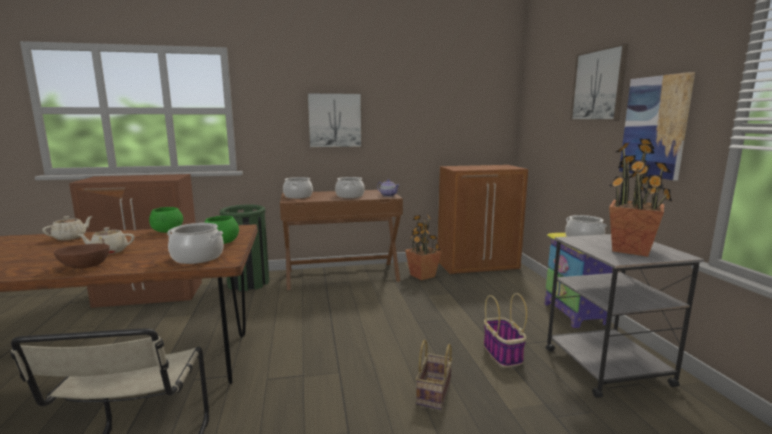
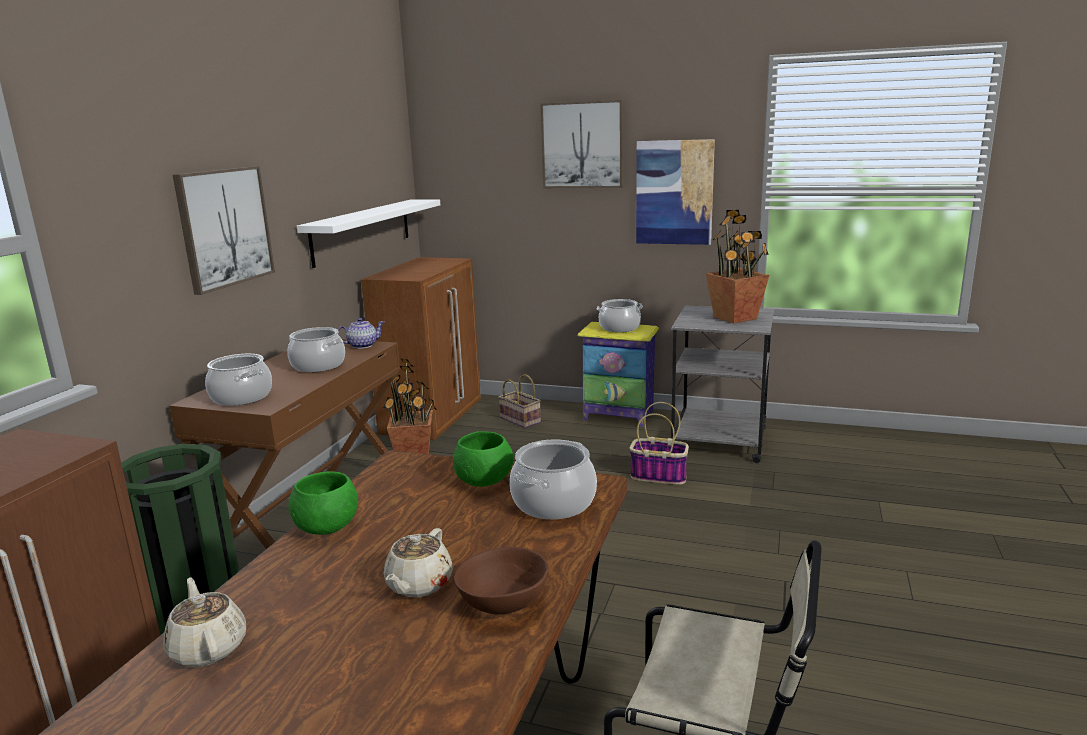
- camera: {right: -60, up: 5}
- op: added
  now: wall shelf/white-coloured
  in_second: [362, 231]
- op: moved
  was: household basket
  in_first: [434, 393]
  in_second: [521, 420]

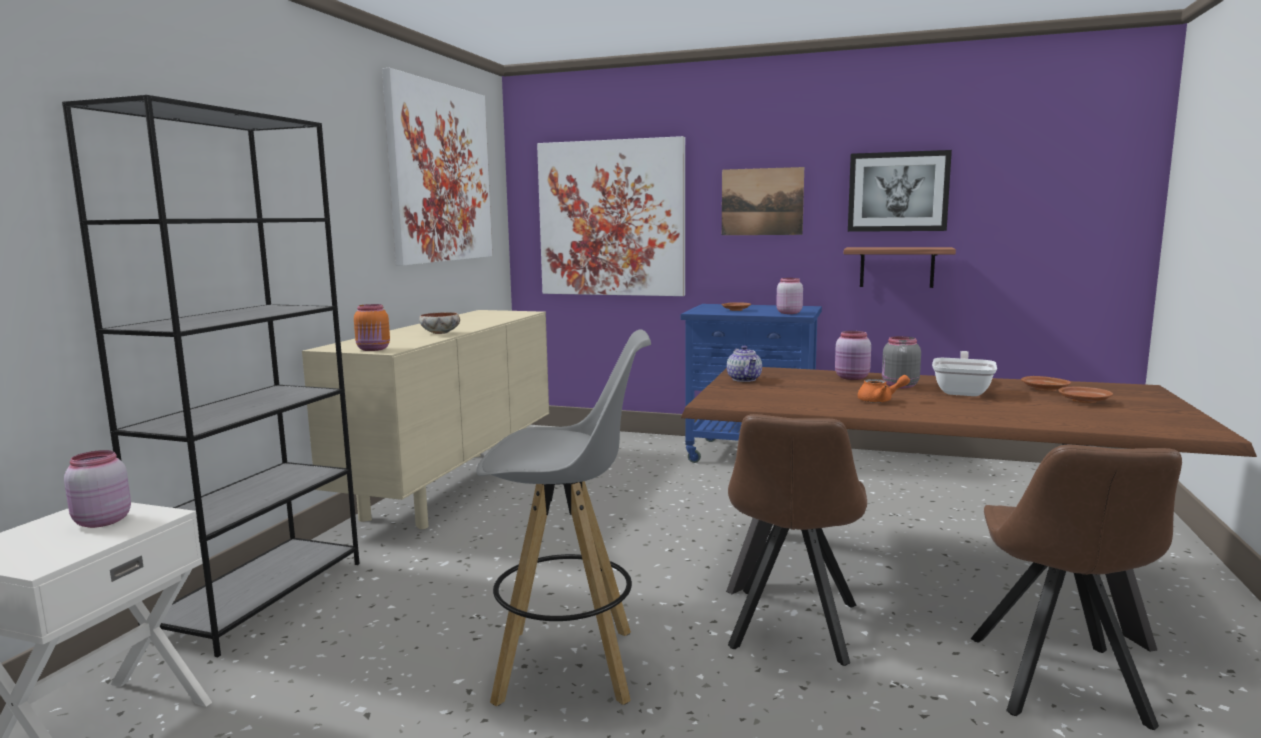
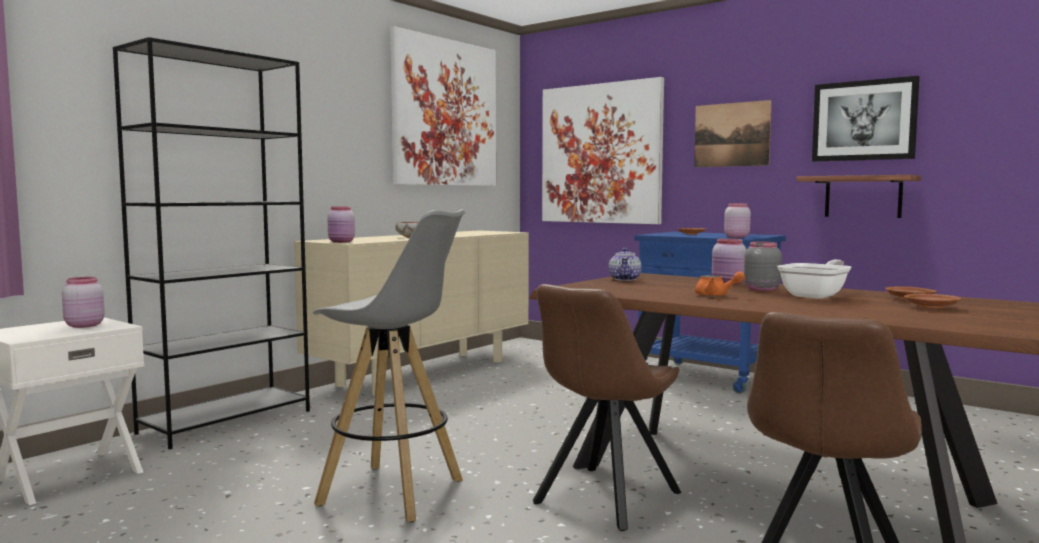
- camera: {right: 20, up: -5}
- op: recoloured
  was: preserve jar/orange-coloured
  now: preserve jar/pink-coloured
  in_first: [374, 349]
  in_second: [341, 242]

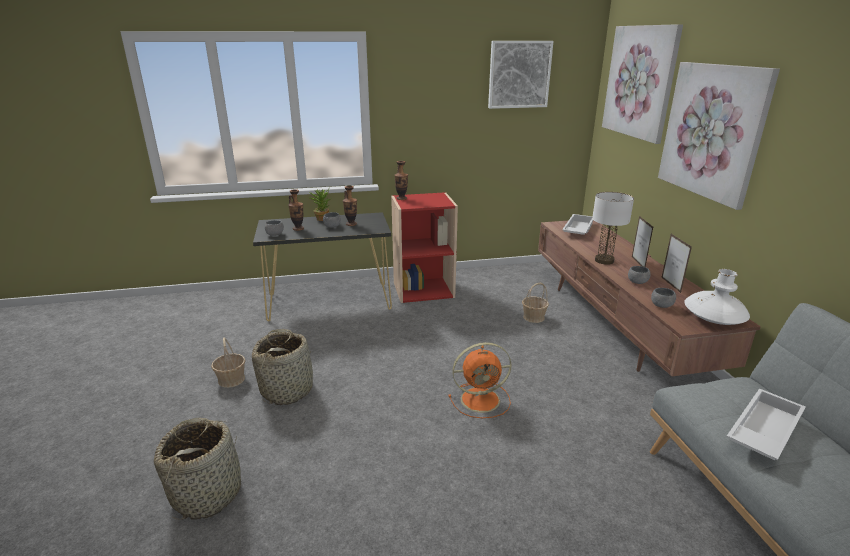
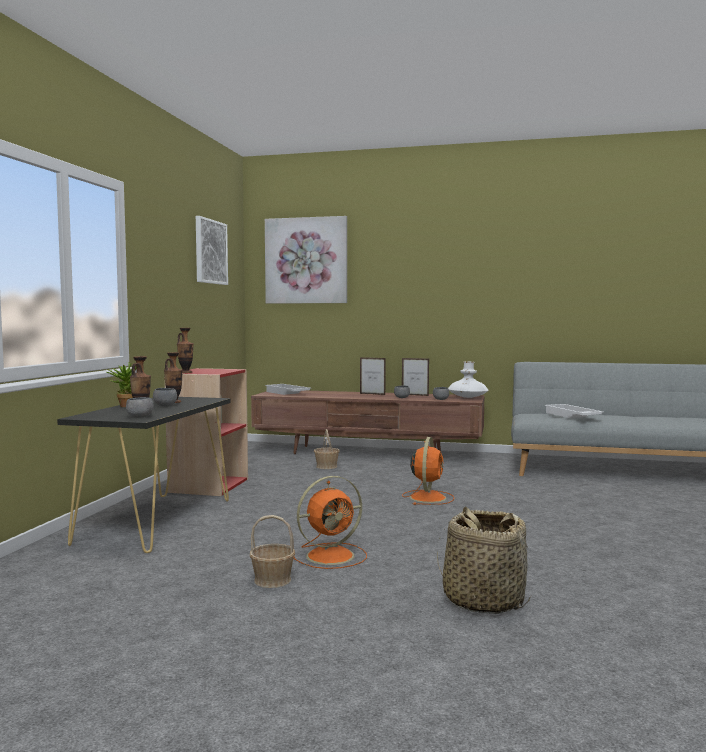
- camera: {right: -65, up: -20}
- op: removed
  was: lamp for a table
  in_first: [604, 260]
- op: removed
  was: wall art
  in_first: [712, 131]
- op: replaced
  was: household basket
  now: cooling fan/orange-coloured
  in_first: [287, 390]
  in_second: [332, 555]

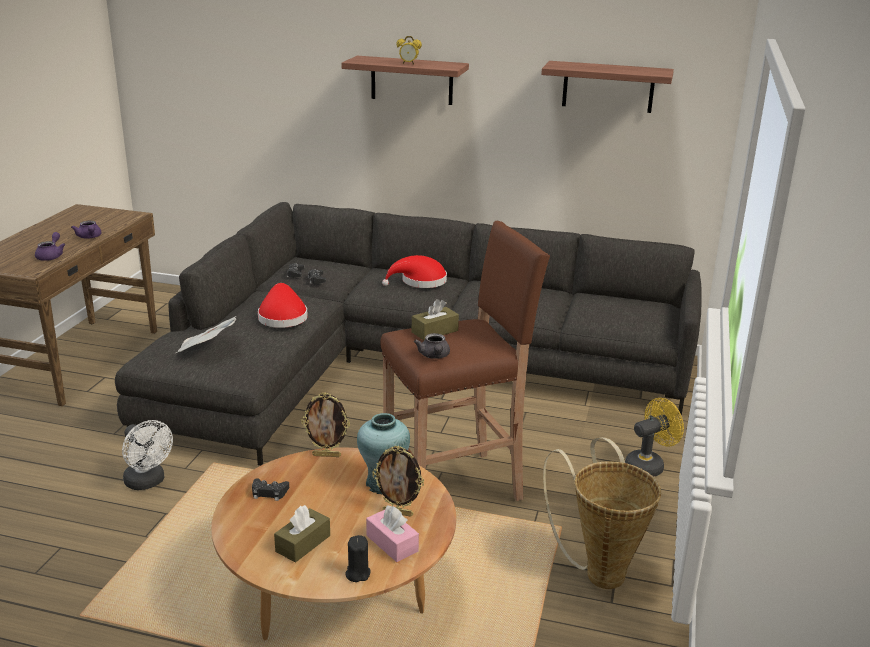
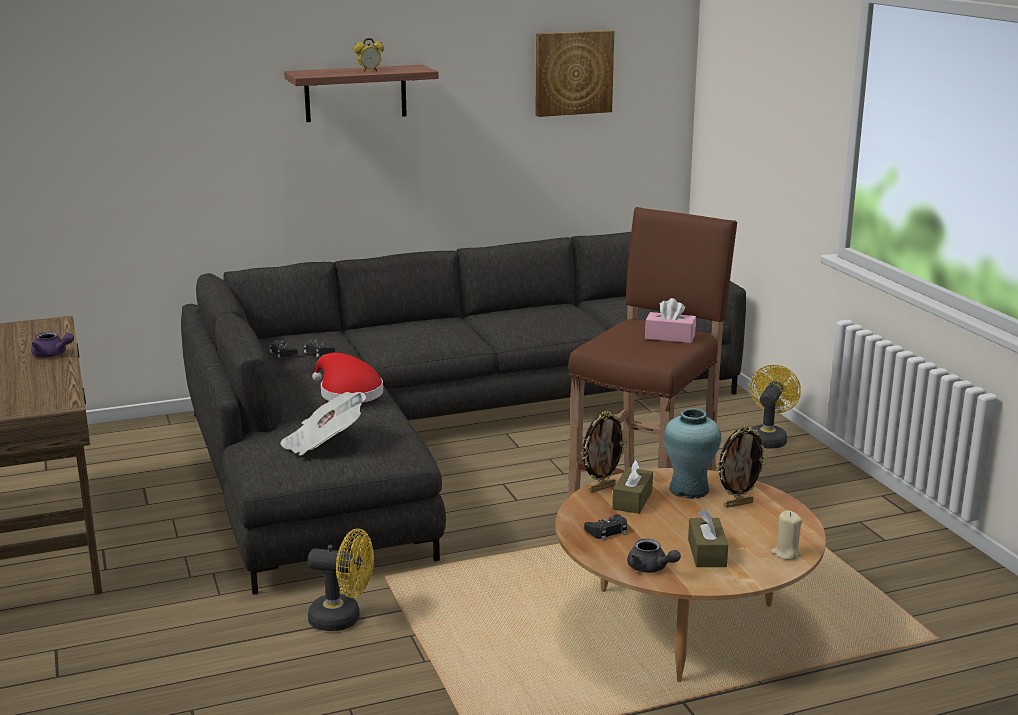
- camera: {right: -35, up: -5}
- op: removed
  was: tea pot/purplish
  in_first: [51, 256]
- op: removed
  was: hat/red-coloured
  in_first: [420, 281]
- op: removed
  was: household basket
  in_first: [600, 571]
- op: moved
  was: tissue holder/pink-coloured
  in_first: [392, 543]
  in_second: [670, 337]
- op: moved
  was: tissue holder/brown
  in_first: [434, 331]
  in_second: [632, 500]
- op: moved
  was: tea pot/grey
  in_first: [434, 356]
  in_second: [651, 568]
- op: replaced
  was: wall shelf
  now: wall art
  in_first: [608, 87]
  in_second: [573, 73]
- op: recoloured
  was: cooling fan/white-coloured
  now: cooling fan/yellow-coloured
  in_first: [148, 482]
  in_second: [343, 619]
- op: recoloured
  was: wax candle/blackish
  now: wax candle/sand-coloured
  in_first: [357, 573]
  in_second: [786, 553]

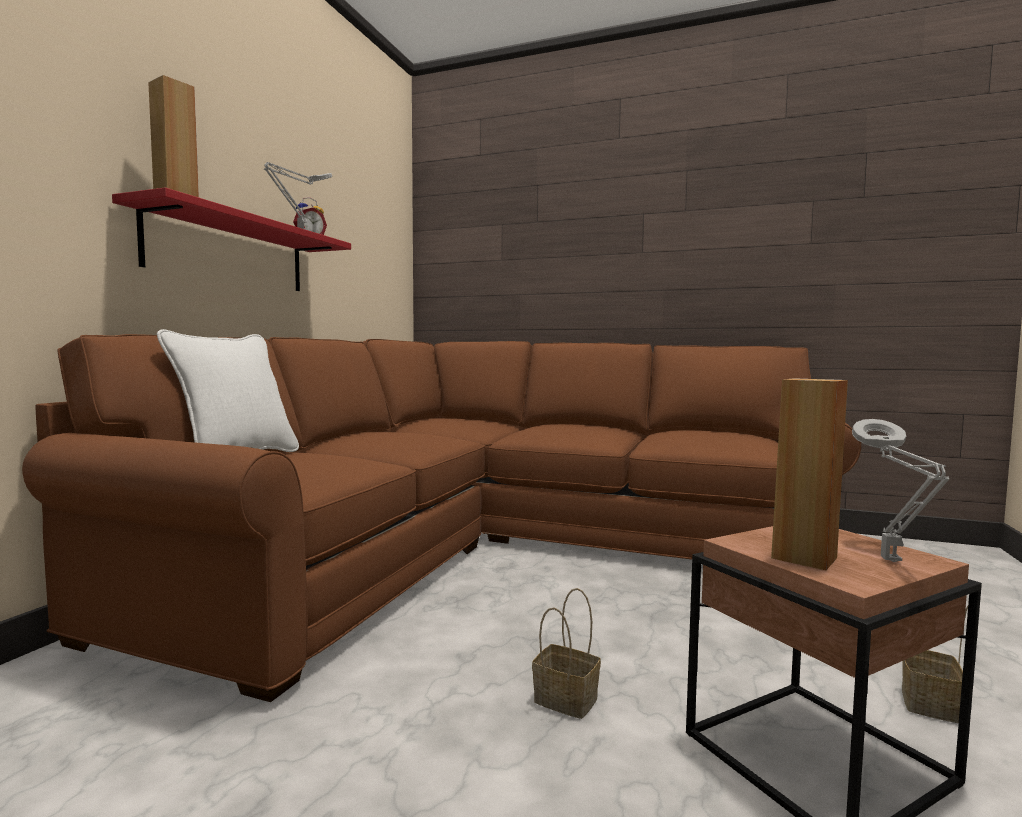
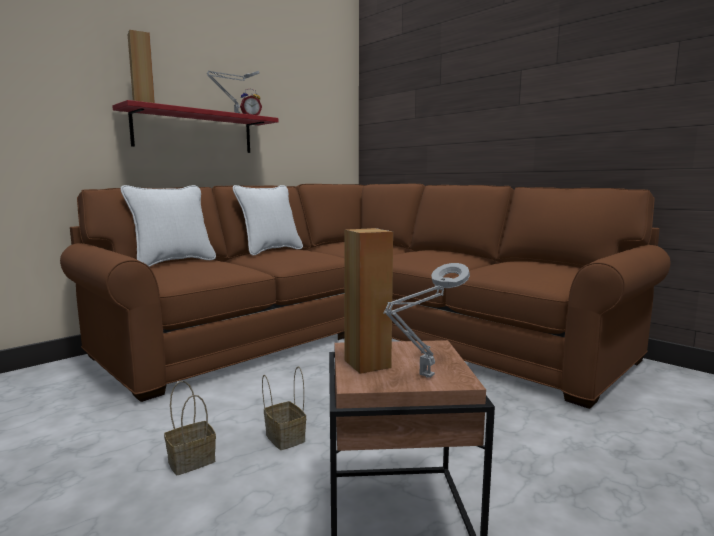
- camera: {right: 25, up: 5}
- op: added
  now: throw pillow/white-coloured
  in_second: [270, 251]
- op: moved
  was: household basket
  in_first: [927, 701]
  in_second: [193, 460]

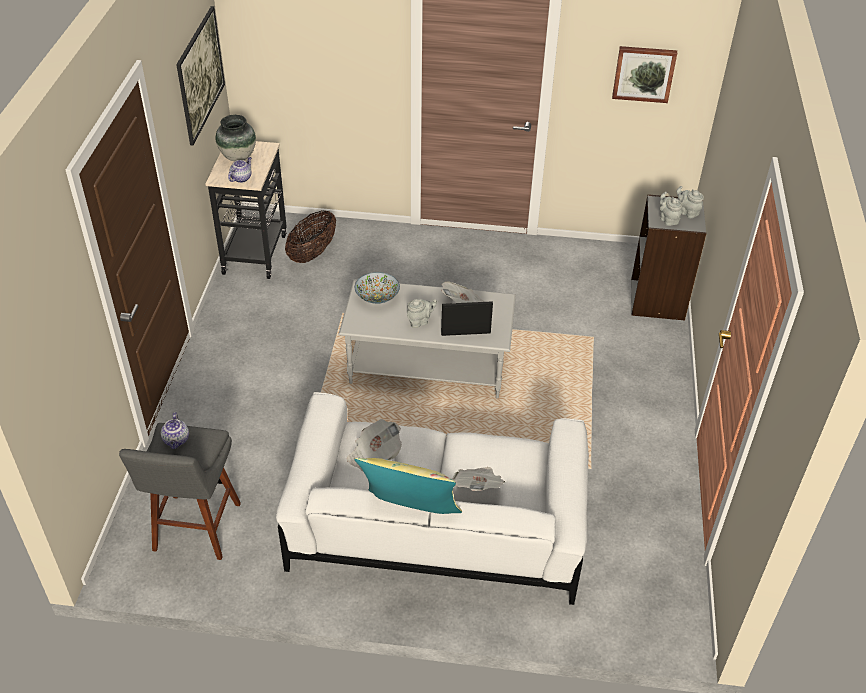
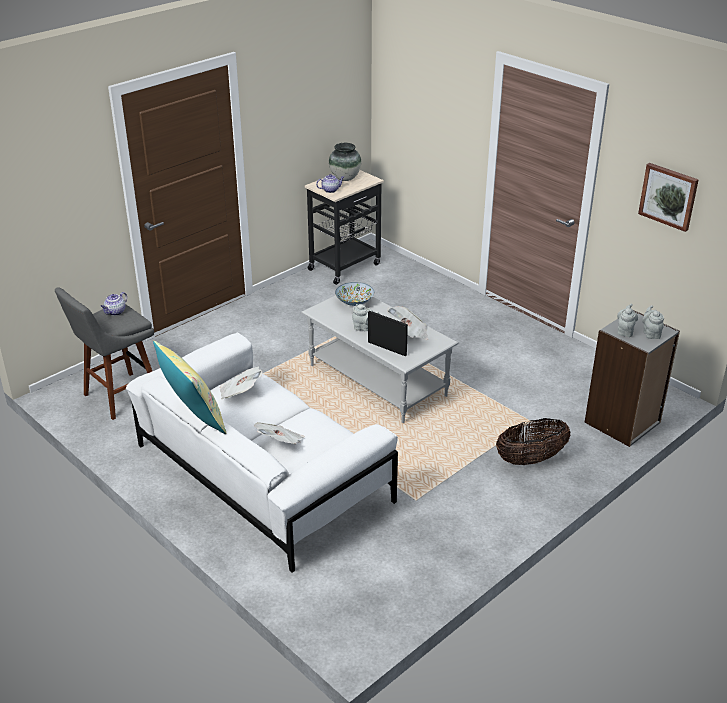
- camera: {right: 40, up: -10}
- op: removed
  was: wall art
  in_first: [203, 94]
- op: moved
  was: household basket
  in_first: [312, 253]
  in_second: [530, 459]

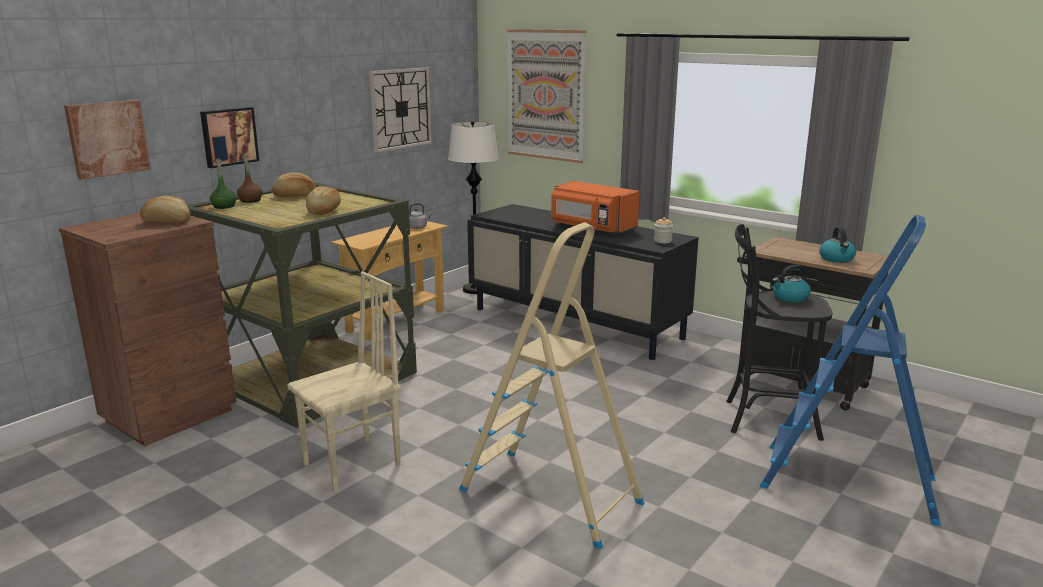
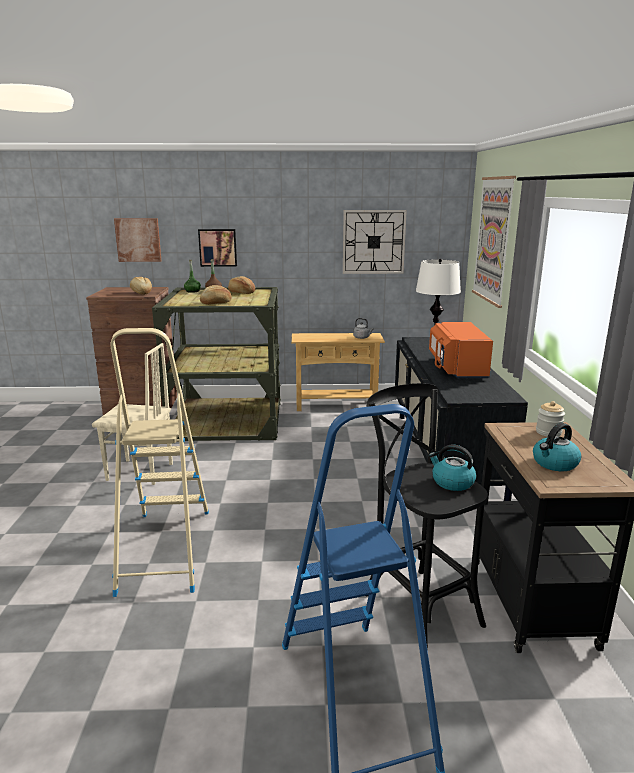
- camera: {right: 50, up: 0}
- op: moved
  was: preserve jar
  in_first: [662, 241]
  in_second: [548, 432]

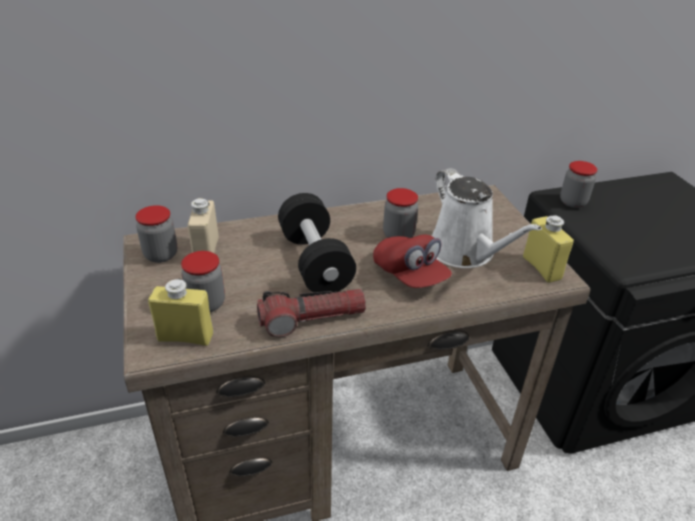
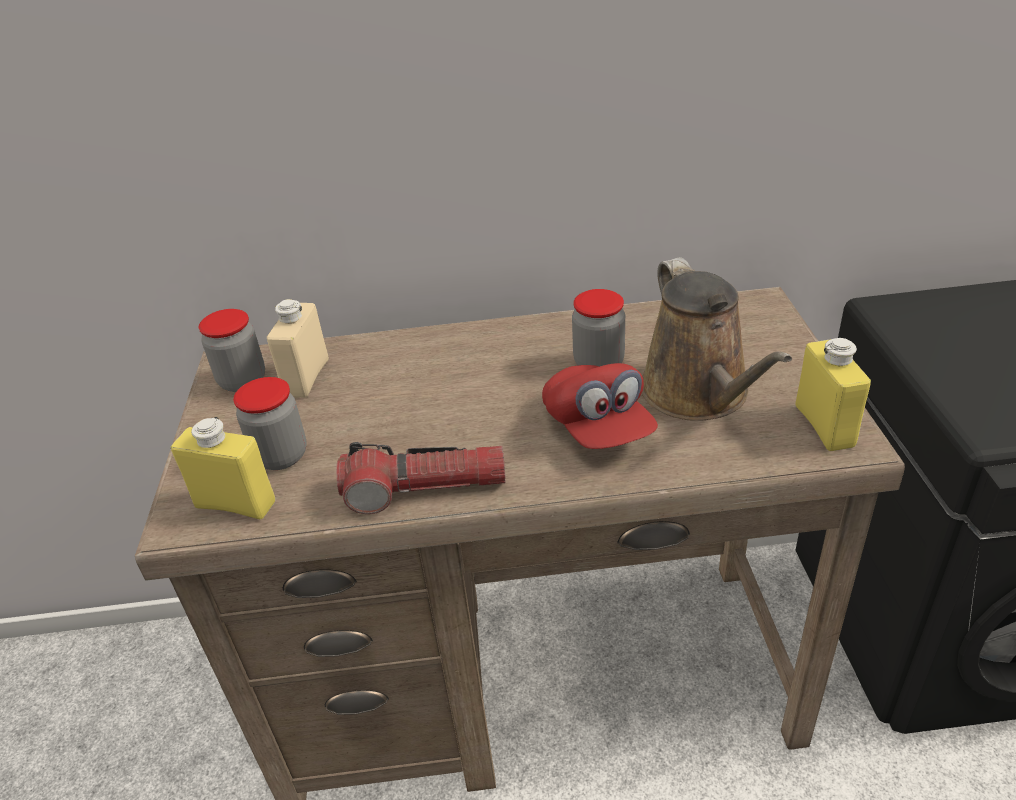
- camera: {right: 15, up: 0}
- op: removed
  was: dumbbell/blackish
  in_first: [315, 262]
- op: removed
  was: preserve jar
  in_first: [573, 202]
- op: recoloured
  was: sprinkling can/white-coloured
  now: sprinkling can/brown
  in_first: [465, 252]
  in_second: [699, 394]

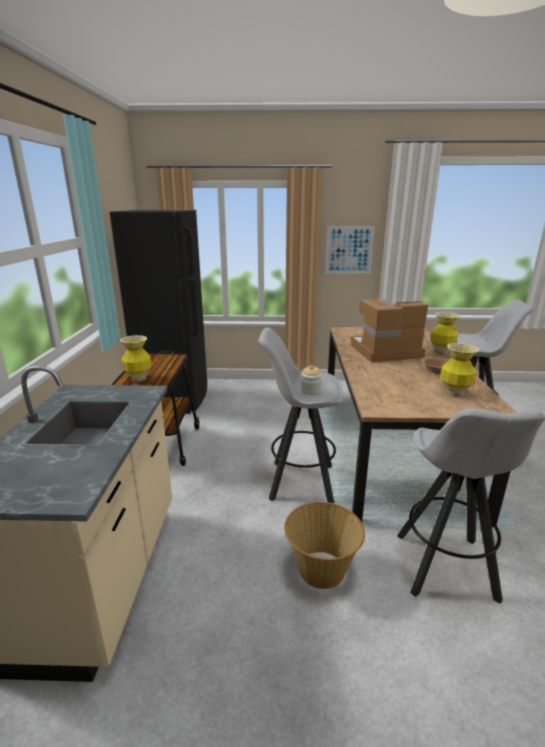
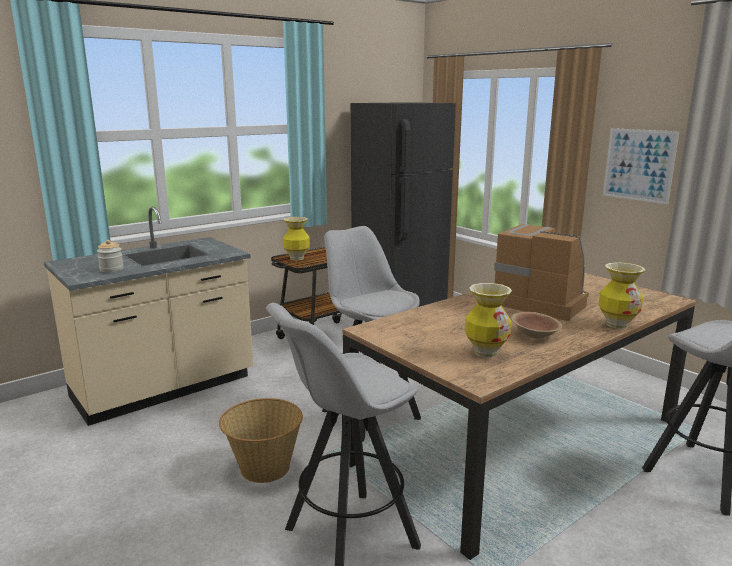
- camera: {right: 50, up: -5}
- op: moved
  was: preserve jar
  in_first: [310, 391]
  in_second: [111, 269]

